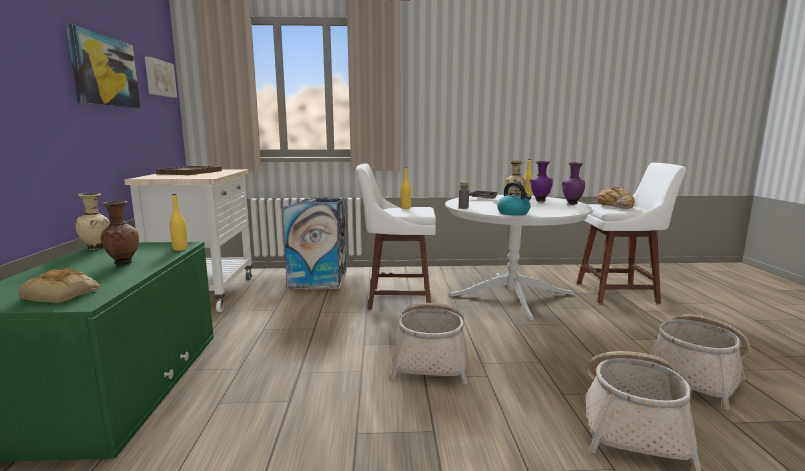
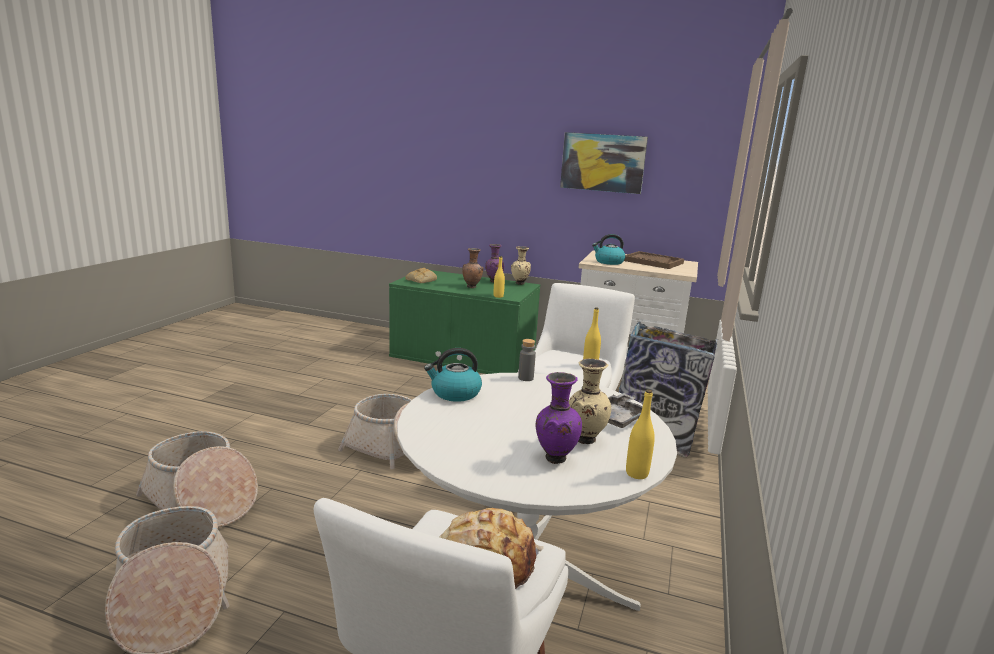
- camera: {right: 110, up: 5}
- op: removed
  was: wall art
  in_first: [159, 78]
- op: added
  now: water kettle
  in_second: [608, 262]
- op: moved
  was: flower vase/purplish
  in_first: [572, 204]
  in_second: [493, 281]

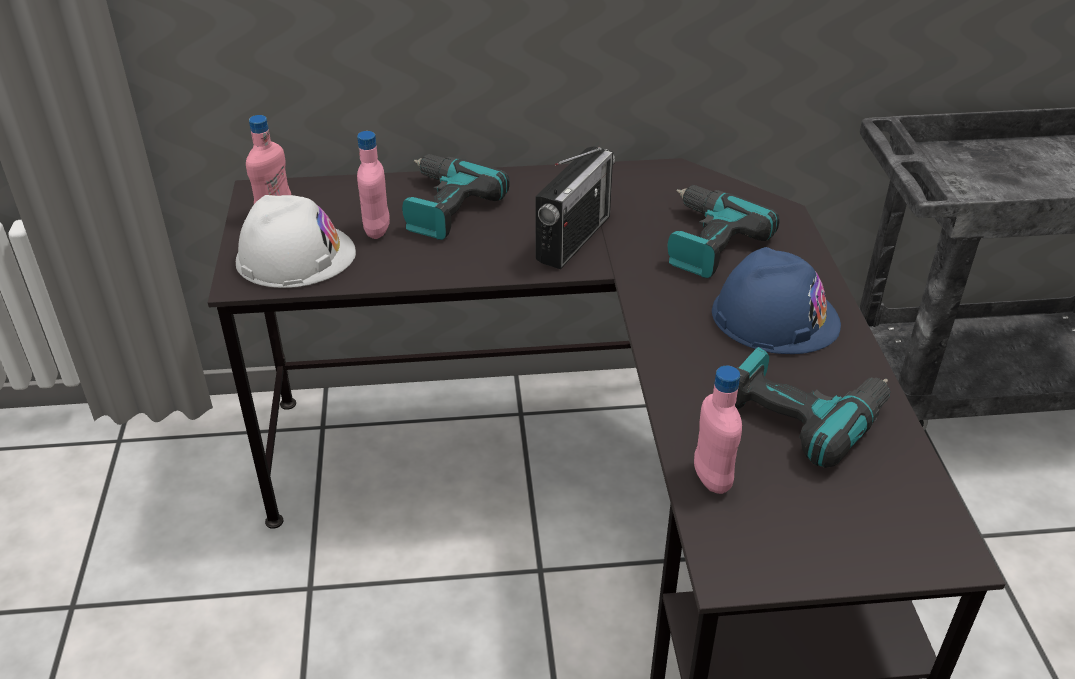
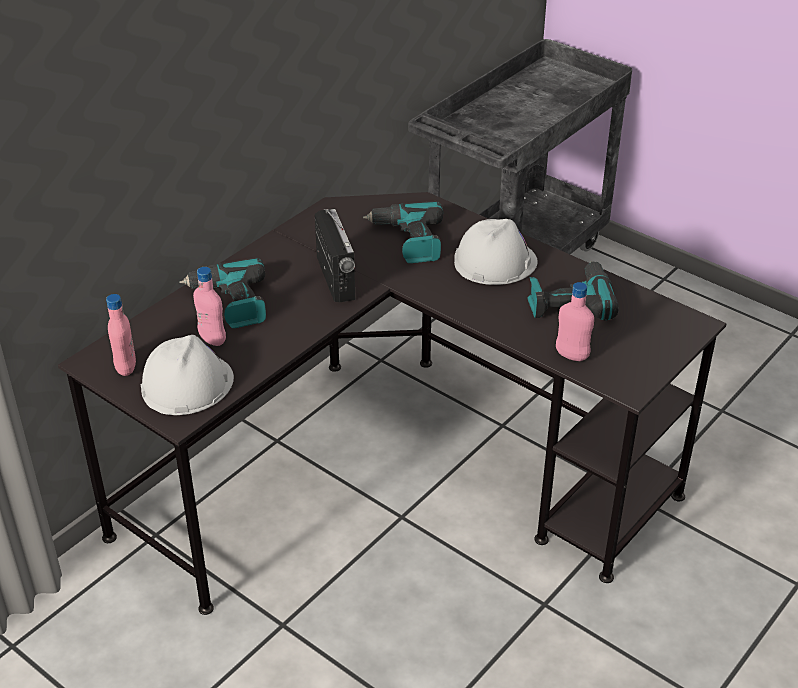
- camera: {right: -45, up: 0}
- op: recoloured
  was: work helmet/blue-coloured
  now: work helmet/white-coloured
  in_first: [775, 317]
  in_second: [495, 261]

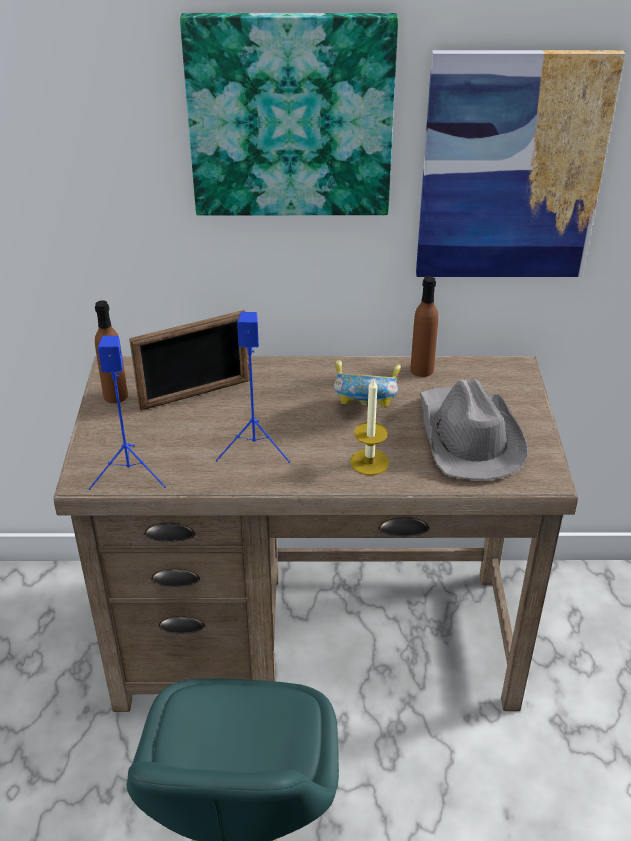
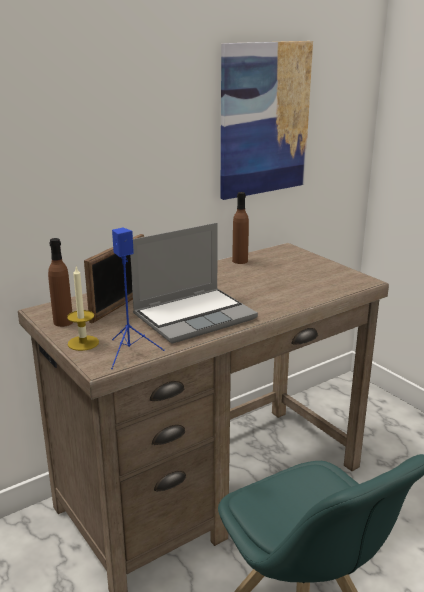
- camera: {right: -35, up: -15}
- op: removed
  was: wall art
  in_first: [291, 116]
- op: removed
  was: bowl
  in_first: [365, 409]
- op: removed
  was: hat/grey
  in_first: [467, 436]
- op: moved
  was: wax candle
  in_first: [369, 462]
  in_second: [83, 343]
- op: replaced
  was: audio speaker/blue-coloured
  now: portable computer
  in_first: [255, 447]
  in_second: [195, 316]

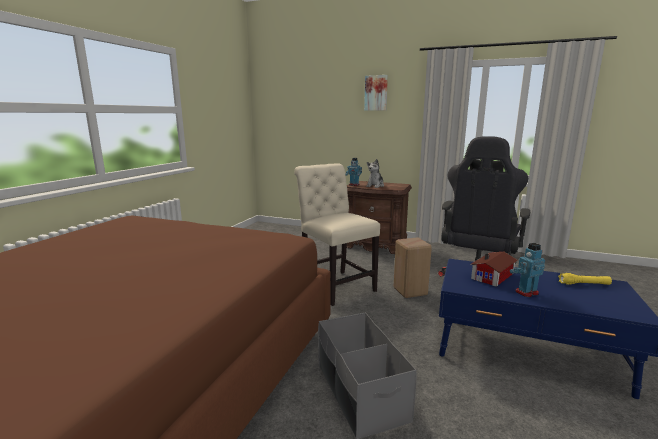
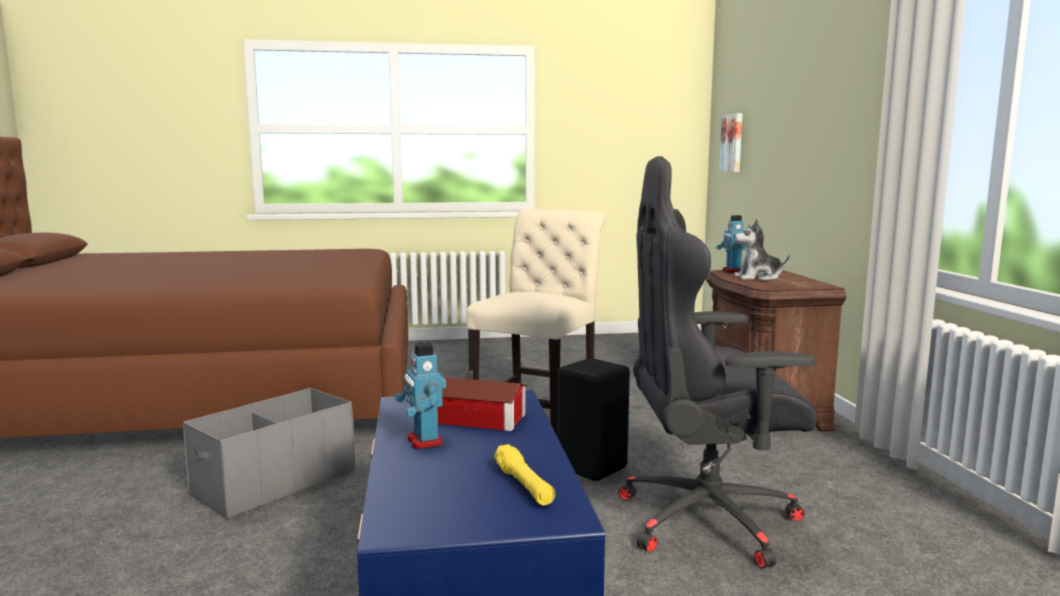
- camera: {right: 60, up: -5}
- op: moved
  was: wall art
  in_first: [376, 93]
  in_second: [733, 143]
- op: recoloured
  was: sitting stool/sand-coloured
  now: sitting stool/blackish
  in_first: [411, 291]
  in_second: [592, 468]
- op: turned
  was: toy robot
  in_first: [526, 292]
  in_second: [424, 441]
  clockwise: -150

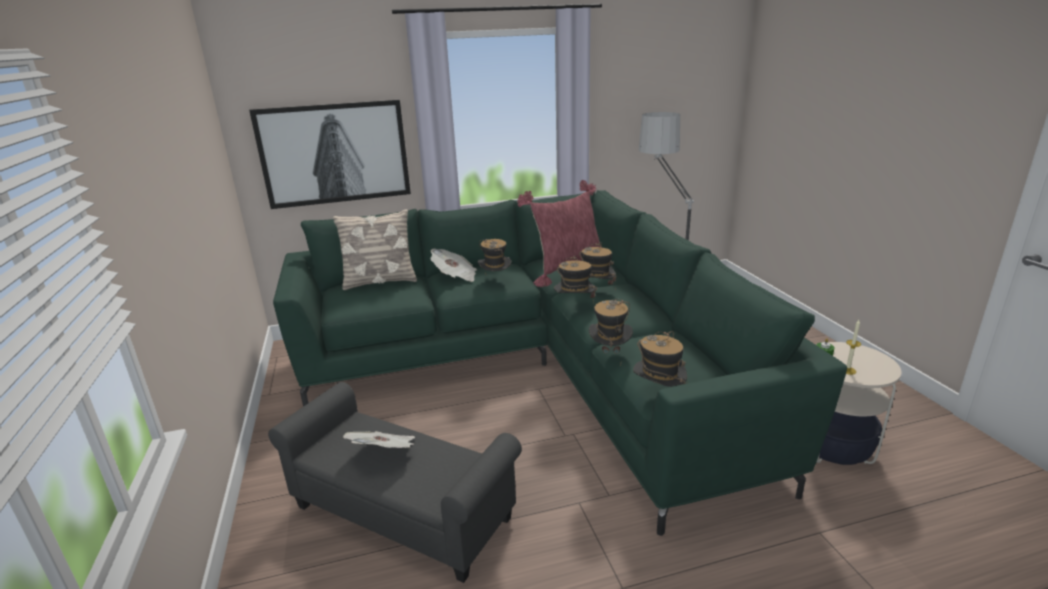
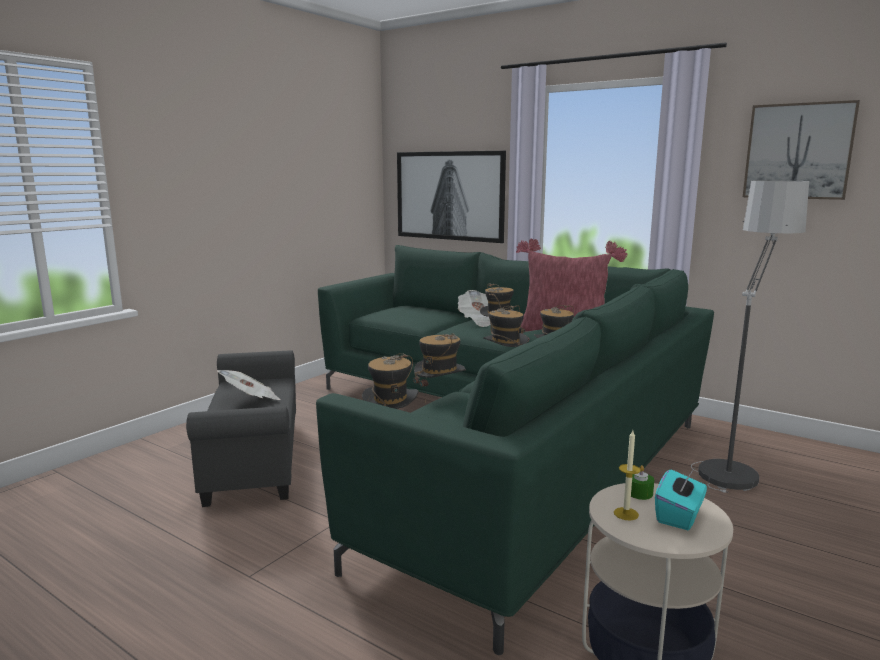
- camera: {right: 50, up: -10}
- op: removed
  was: throw pillow/sand-coloured
  in_first: [380, 282]
- op: added
  now: tissue holder/turquoise-coloured
  in_second: [679, 516]
- op: added
  now: wall art
  in_second: [798, 151]

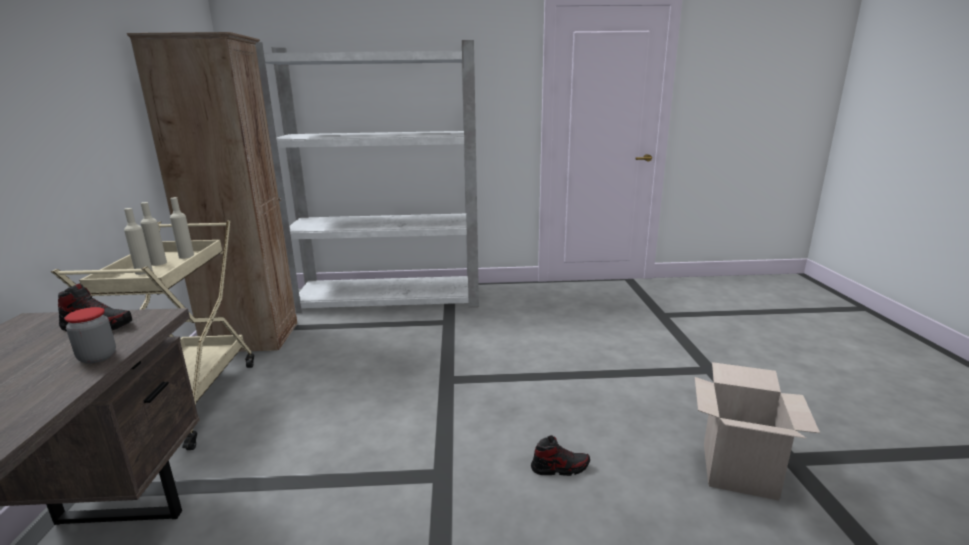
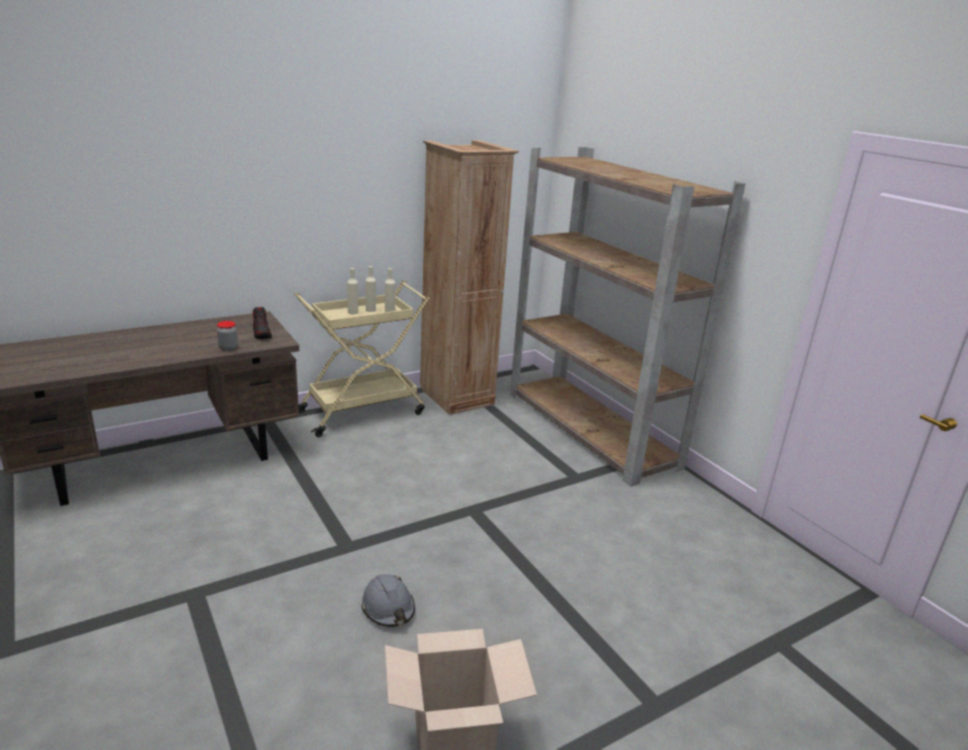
- camera: {right: 60, up: 5}
- op: replaced
  was: item of footwear
  now: work helmet/grey
  in_first: [560, 468]
  in_second: [388, 608]
- op: recoloured
  was: shelving unit/white-coloured
  now: shelving unit/brown
  in_first: [390, 297]
  in_second: [590, 428]

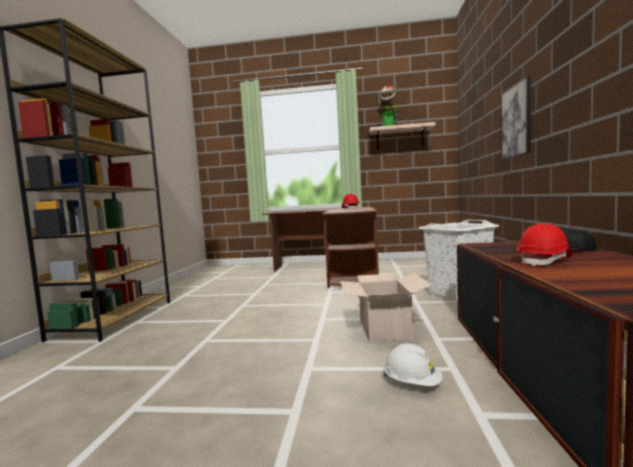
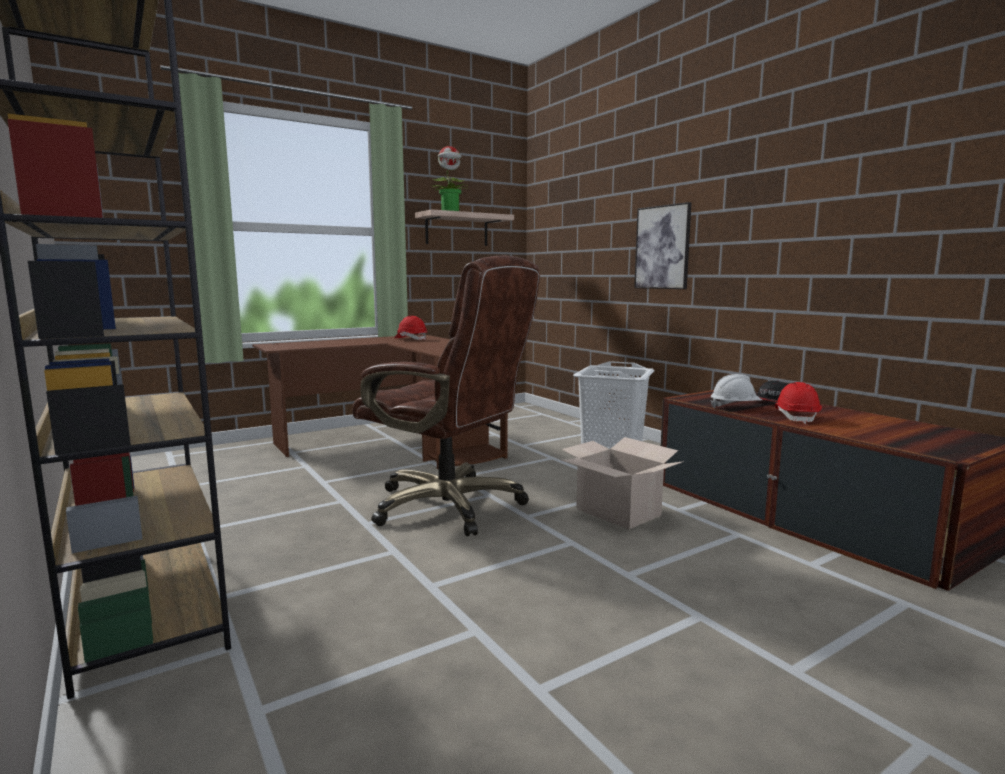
- camera: {right: -40, up: 5}
- op: added
  now: office chair/brown
  in_second: [447, 505]
- op: moved
  was: work helmet/white-coloured
  in_first: [412, 383]
  in_second: [735, 407]

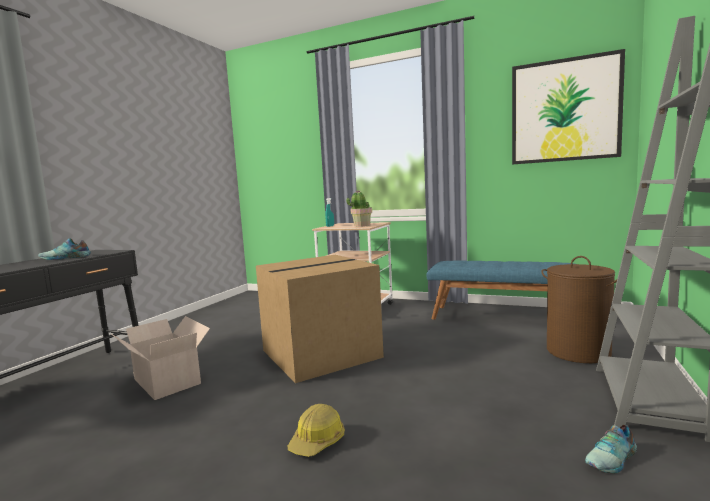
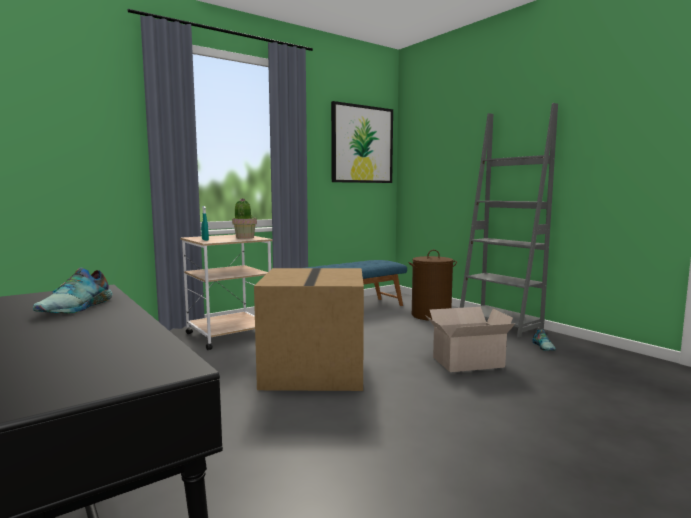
- camera: {right: -60, up: 0}
- op: removed
  was: work helmet
  in_first: [317, 441]
- op: moved
  was: packing box
  in_first: [166, 380]
  in_second: [466, 362]

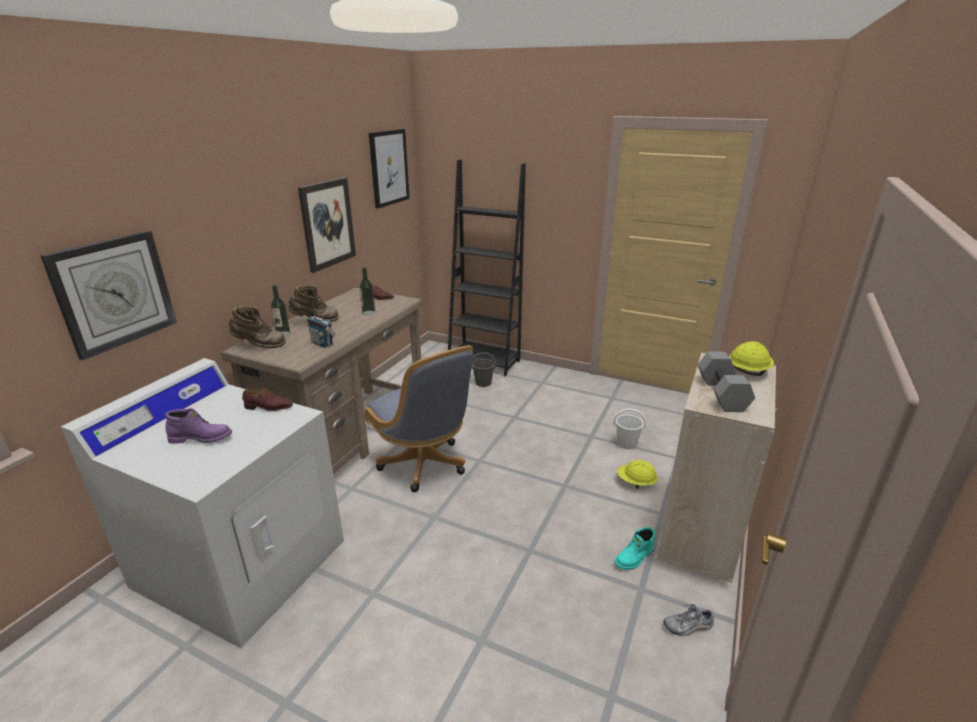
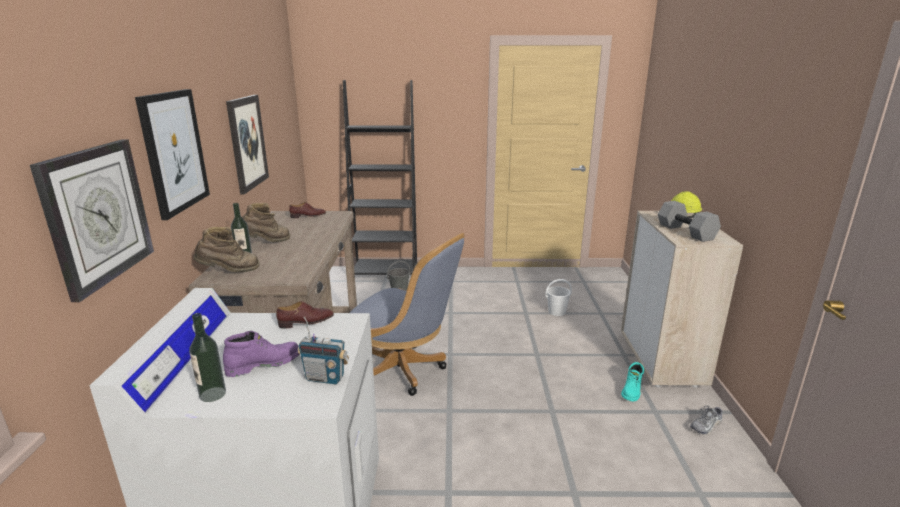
- camera: {right: -25, up: -5}
- op: removed
  was: work helmet/yellow-coloured
  in_first: [636, 483]
- op: moved
  was: radio set
  in_first: [322, 344]
  in_second: [325, 378]
- op: moved
  was: bottle
  in_first: [368, 313]
  in_second: [212, 394]
- op: moved
  was: wall art
  in_first: [388, 168]
  in_second: [174, 151]

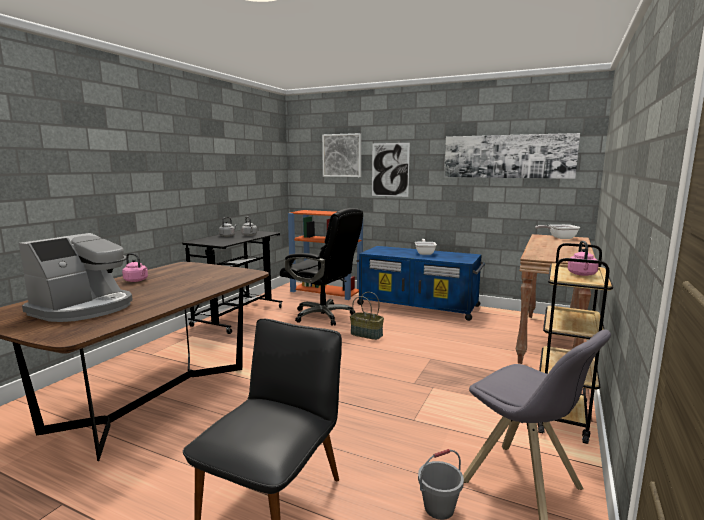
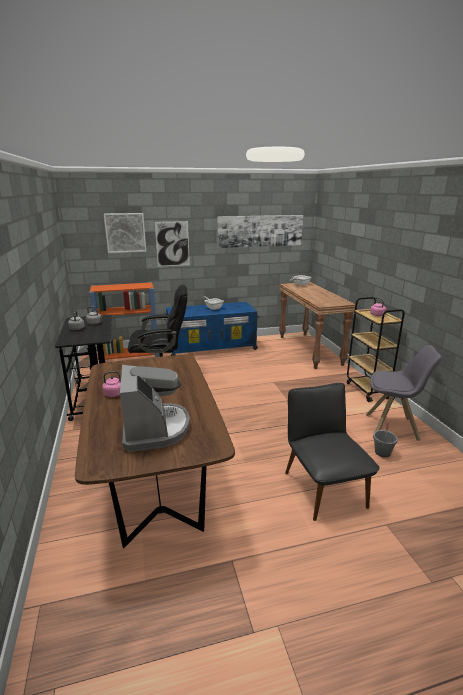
- camera: {right: -40, up: 10}
- op: removed
  was: household basket
  in_first: [367, 334]

